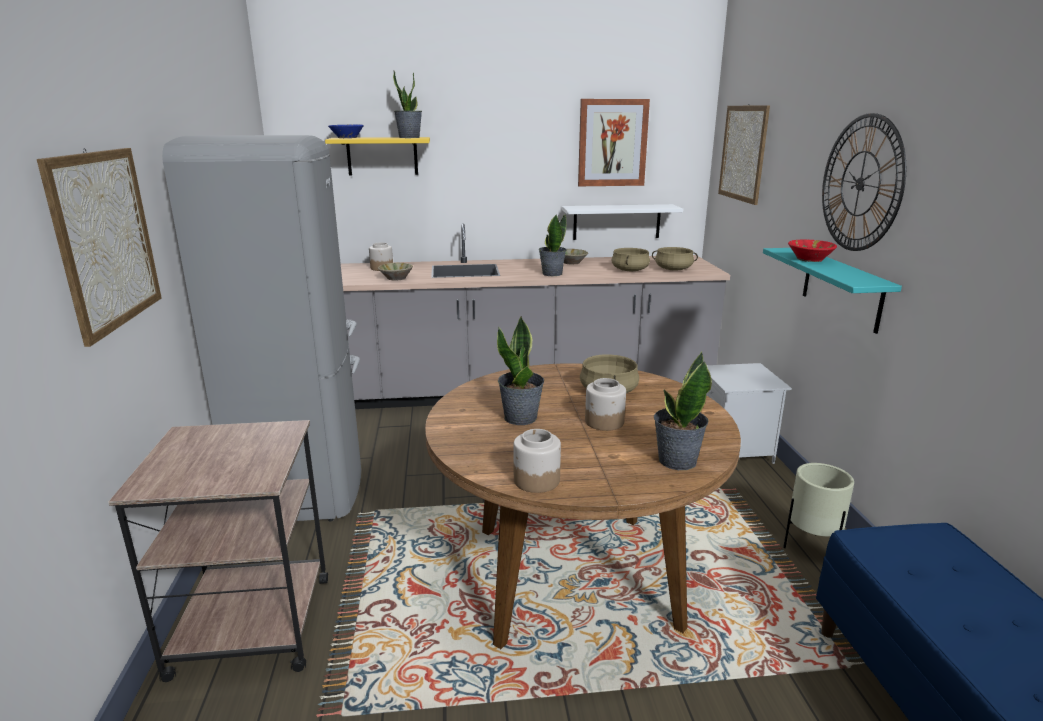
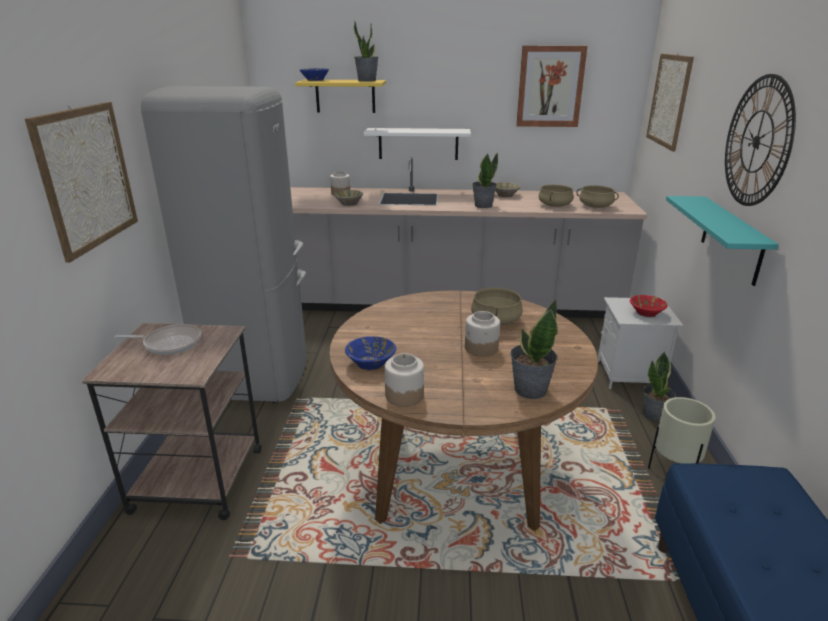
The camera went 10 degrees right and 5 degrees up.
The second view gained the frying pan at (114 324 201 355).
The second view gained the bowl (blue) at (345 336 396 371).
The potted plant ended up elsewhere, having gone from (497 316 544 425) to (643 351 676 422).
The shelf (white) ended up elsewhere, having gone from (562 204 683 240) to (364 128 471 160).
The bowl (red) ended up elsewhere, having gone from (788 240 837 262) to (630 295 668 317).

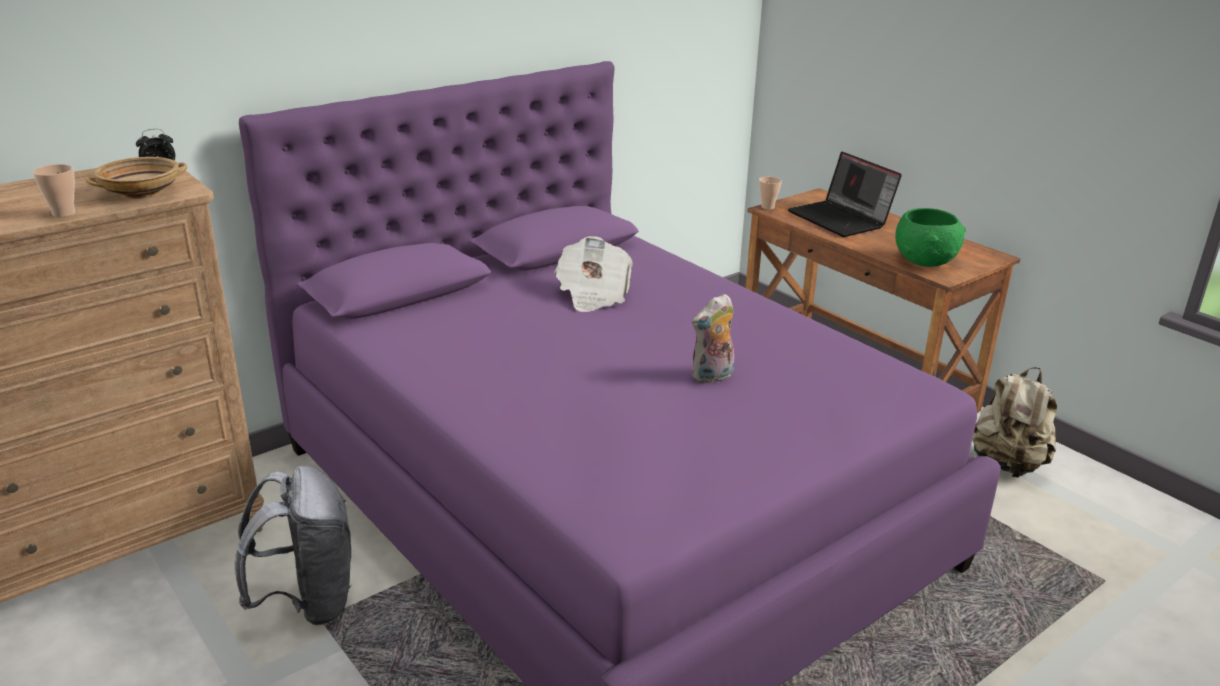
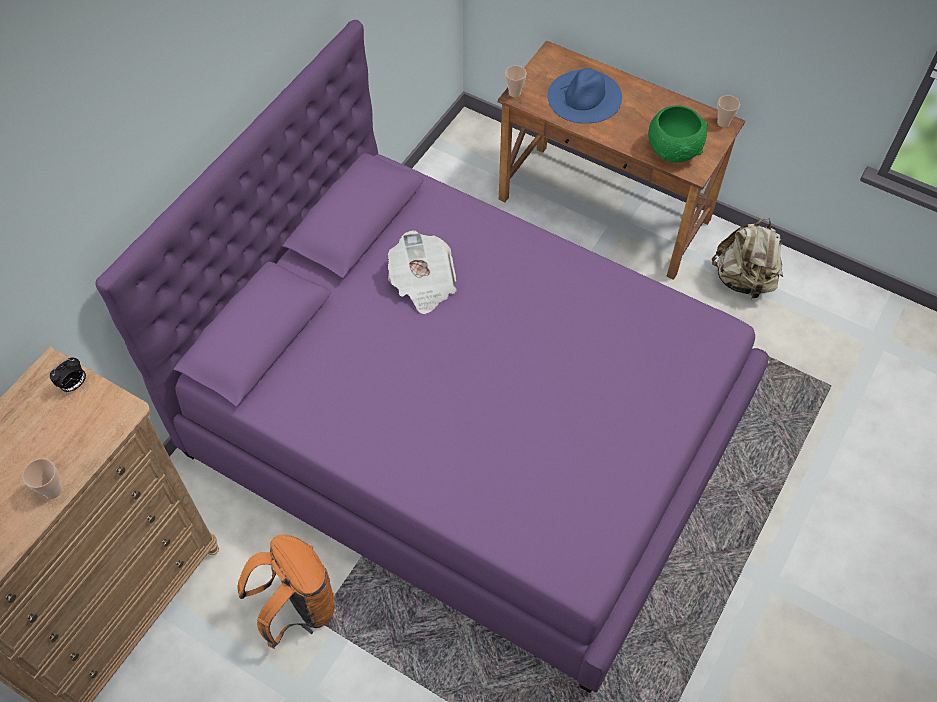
The camera went 20 degrees left and 30 degrees up.
The second view lost the bowl (beige) at (86 157 187 199).
The second view lost the plush toy at (692 294 734 384).
The second view gained the cup at (717 95 740 127).
Where the laptop stood at (788 152 902 237), the hat (blue) came to stand at (547 68 622 123).
What was the backpack (grey) at (235 466 352 625) turned into the backpack (orange) at (237 535 335 649).

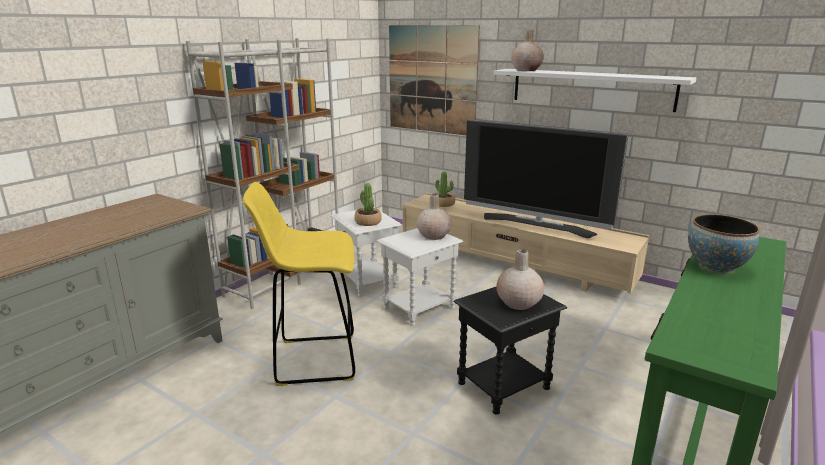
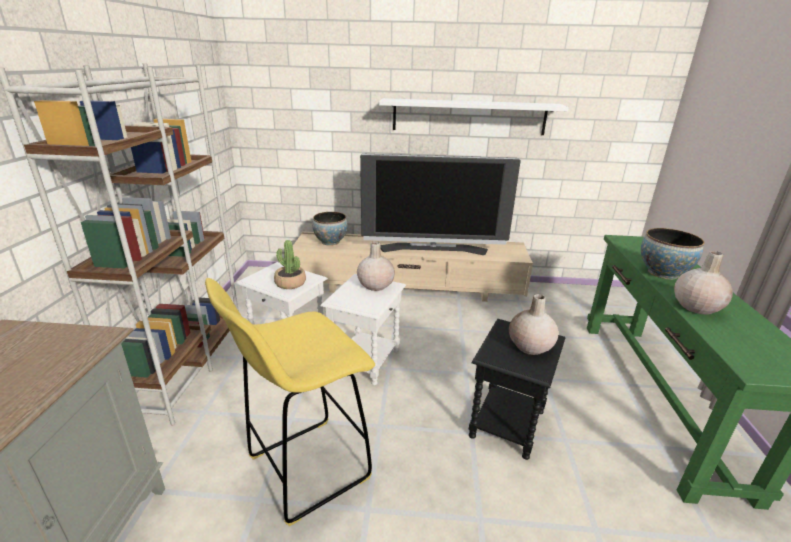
The camera went 30 degrees left and 5 degrees up.
The second view lost the picture at (389 25 480 135).
The vase (beige) ended up elsewhere, having gone from (511 29 544 71) to (674 251 733 315).
Where the potted plant stood at (435 171 455 207), the bowl came to stand at (312 212 348 245).

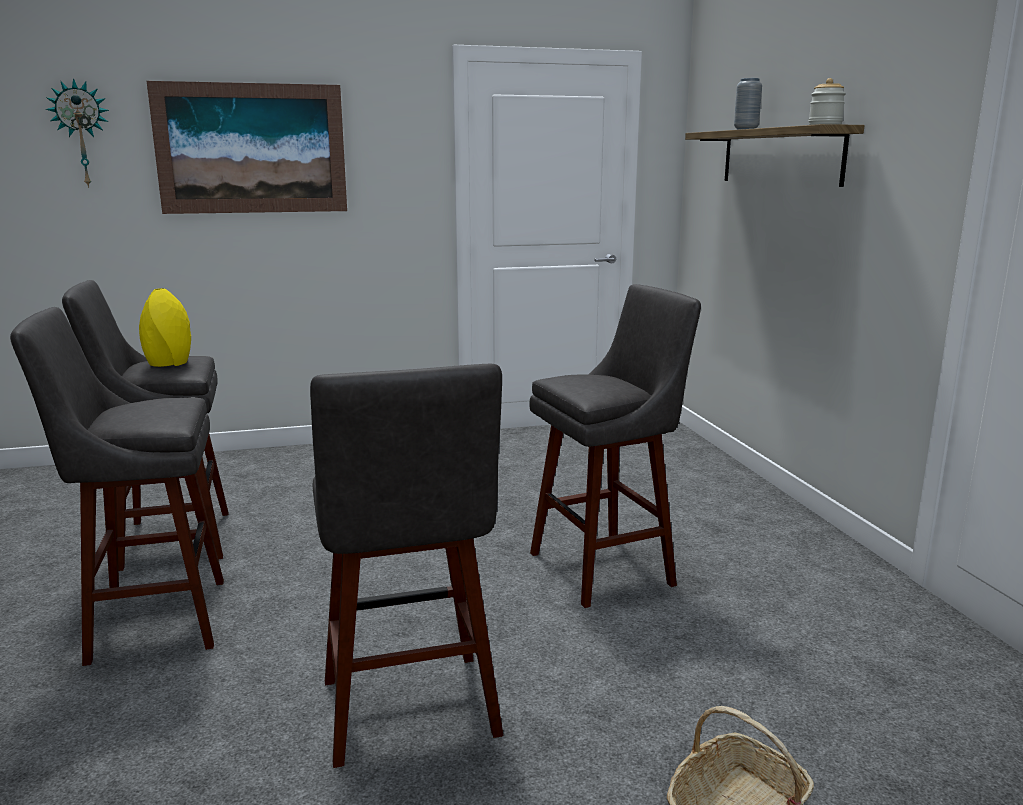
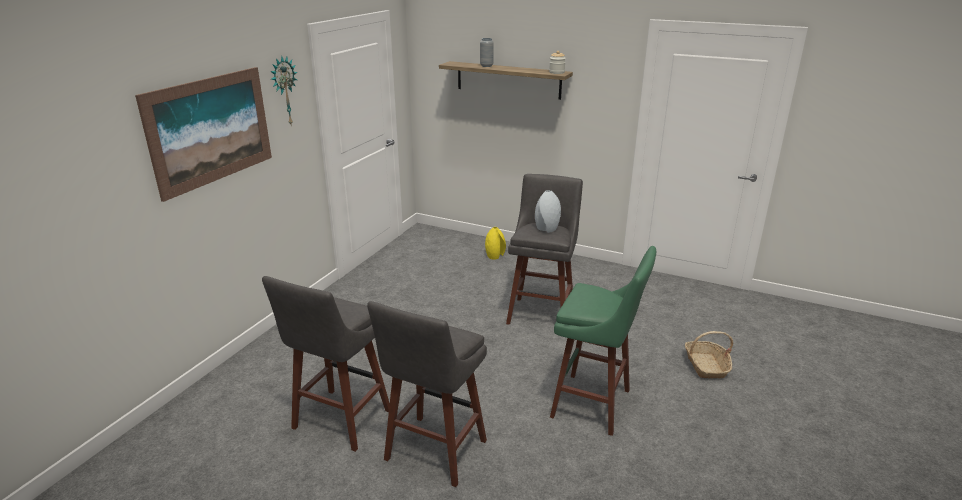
The camera went 50 degrees left and 10 degrees up.
The second view gained the vase (grey) at (535 190 561 233).
The wall clock ended up elsewhere, having gone from (46 78 109 188) to (270 56 298 124).
The vase (yellow) ended up elsewhere, having gone from (139 288 191 367) to (485 227 506 260).
What was the stool (grey) at (310 364 503 768) turned into the stool (green) at (550 246 656 436).

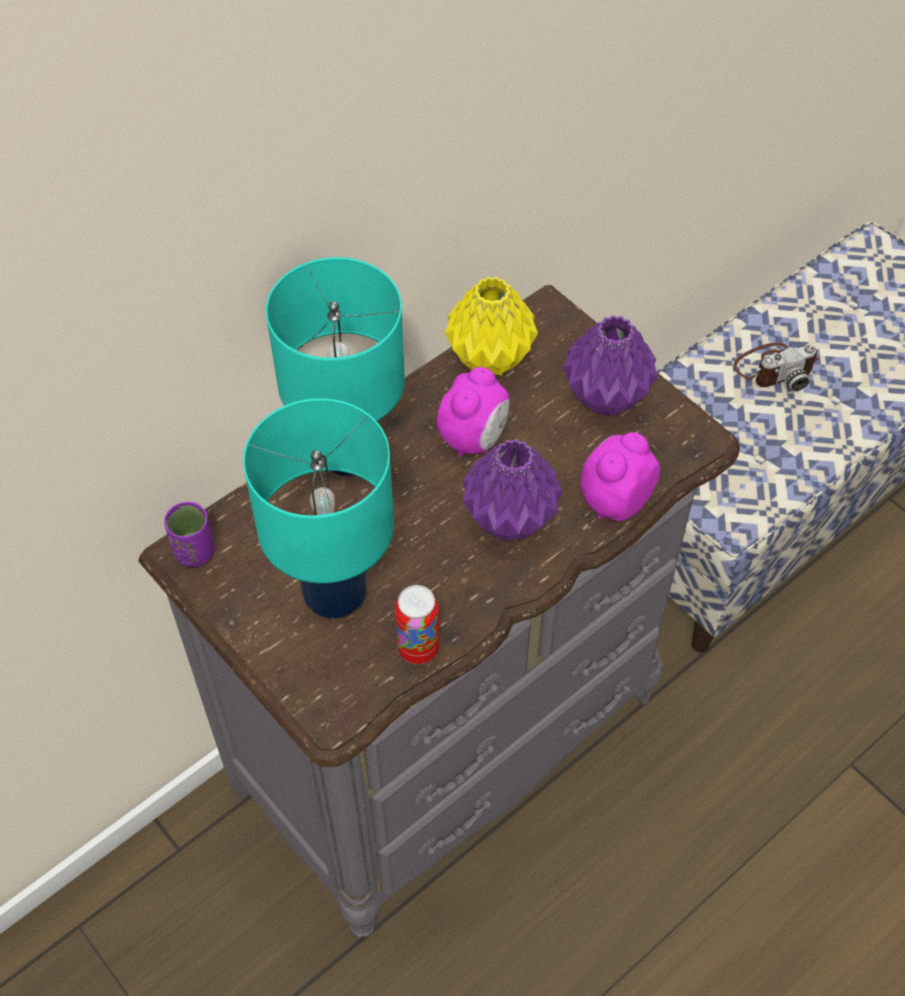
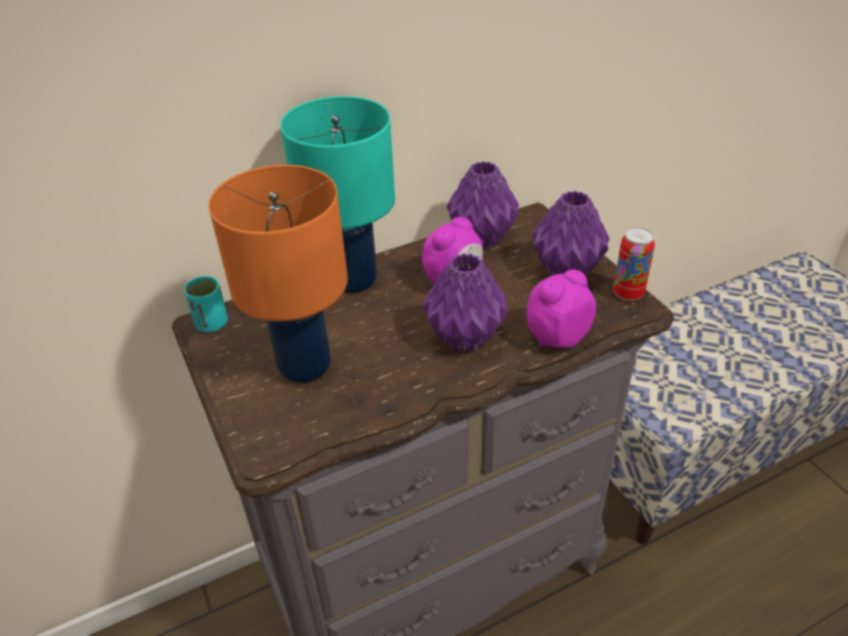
The camera went 15 degrees right and 15 degrees down.
The second view lost the photo camera at (733 342 819 391).
The can ended up elsewhere, having gone from (395 585 439 665) to (613 227 655 301).
What was the cup (purple) at (164 502 215 567) turned into the cup (turquoise) at (184 276 228 332).
What was the table lamp (turquoise) at (243 398 394 619) turned into the table lamp (orange) at (209 165 348 383).
What was the vase (yellow) at (445 277 538 376) turned into the vase (purple) at (447 161 519 248).

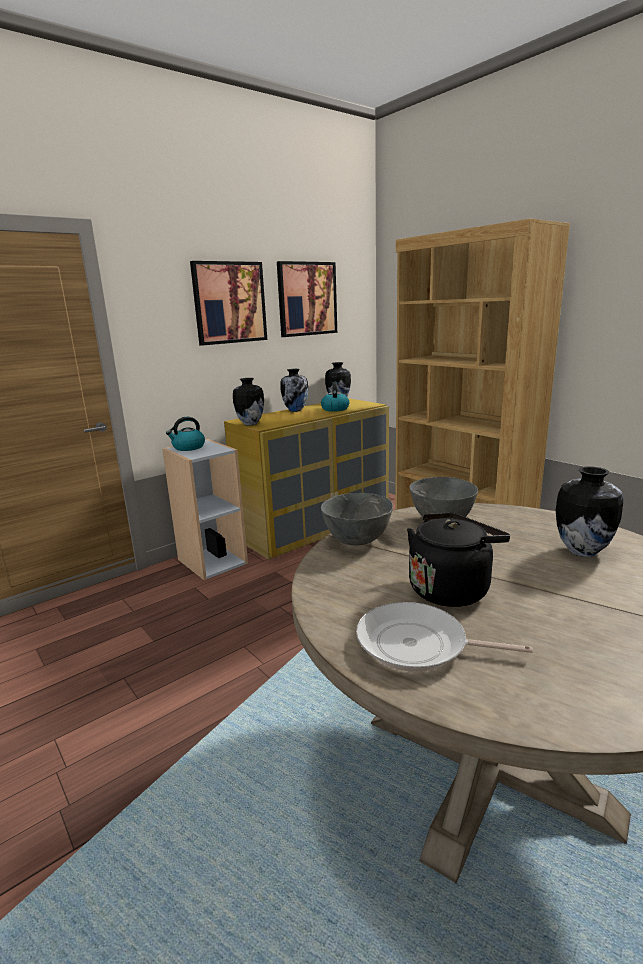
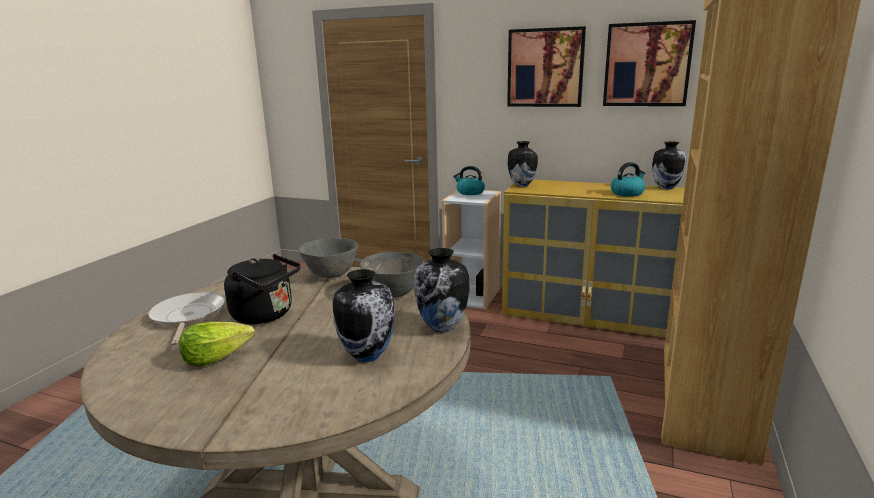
The camera went 60 degrees right and 0 degrees up.
The second view gained the lettuce at (179 322 255 367).
The vase ended up elsewhere, having gone from (280 369 308 412) to (414 248 470 332).

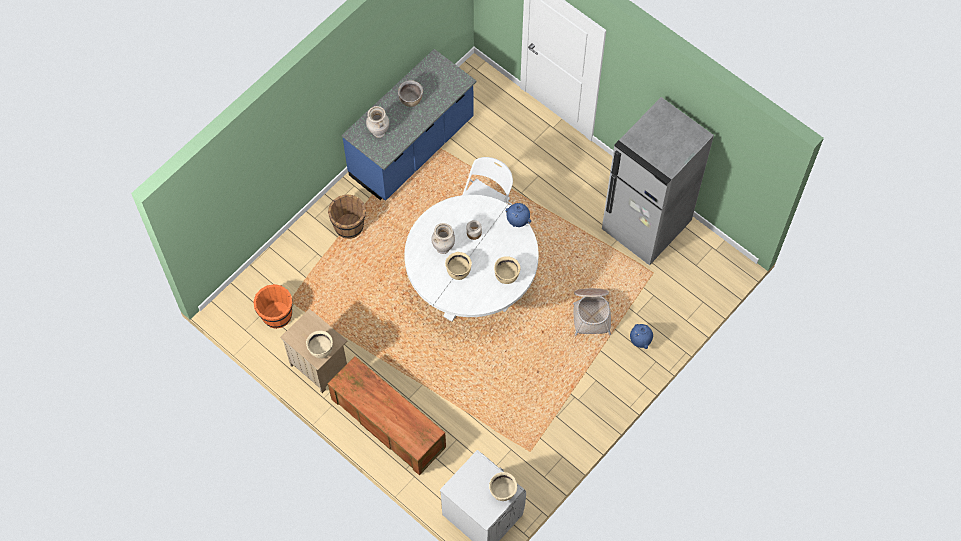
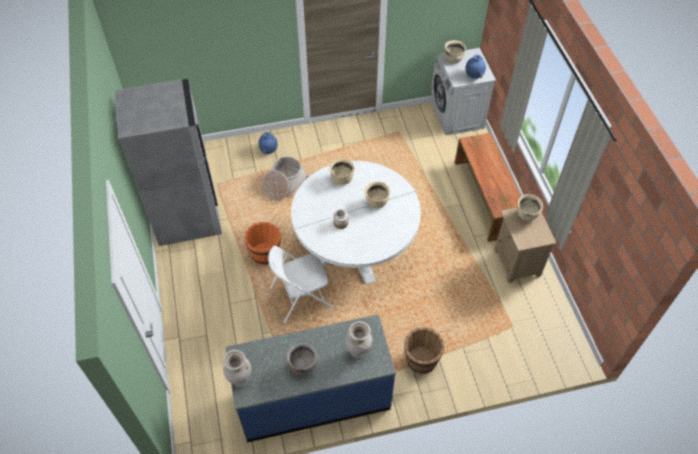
The camera went 145 degrees left and 10 degrees down.
The bucket (orange) ended up elsewhere, having gone from (253 284 293 329) to (244 222 281 265).
The vase (beige) ended up elsewhere, having gone from (431 223 455 254) to (223 350 251 387).
The vase (blue) ended up elsewhere, having gone from (505 203 531 227) to (465 55 486 79).

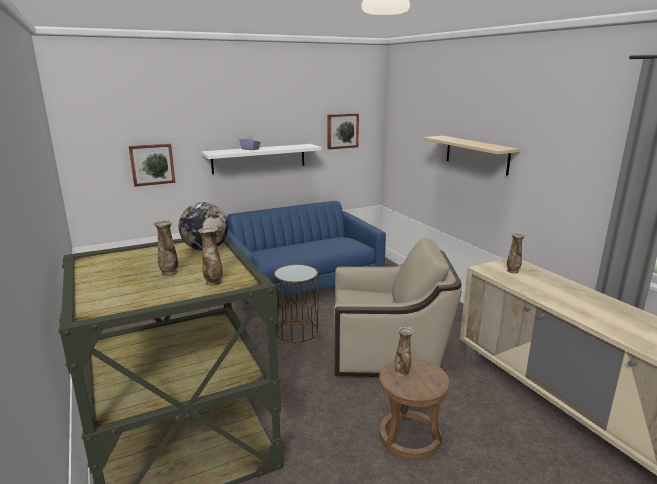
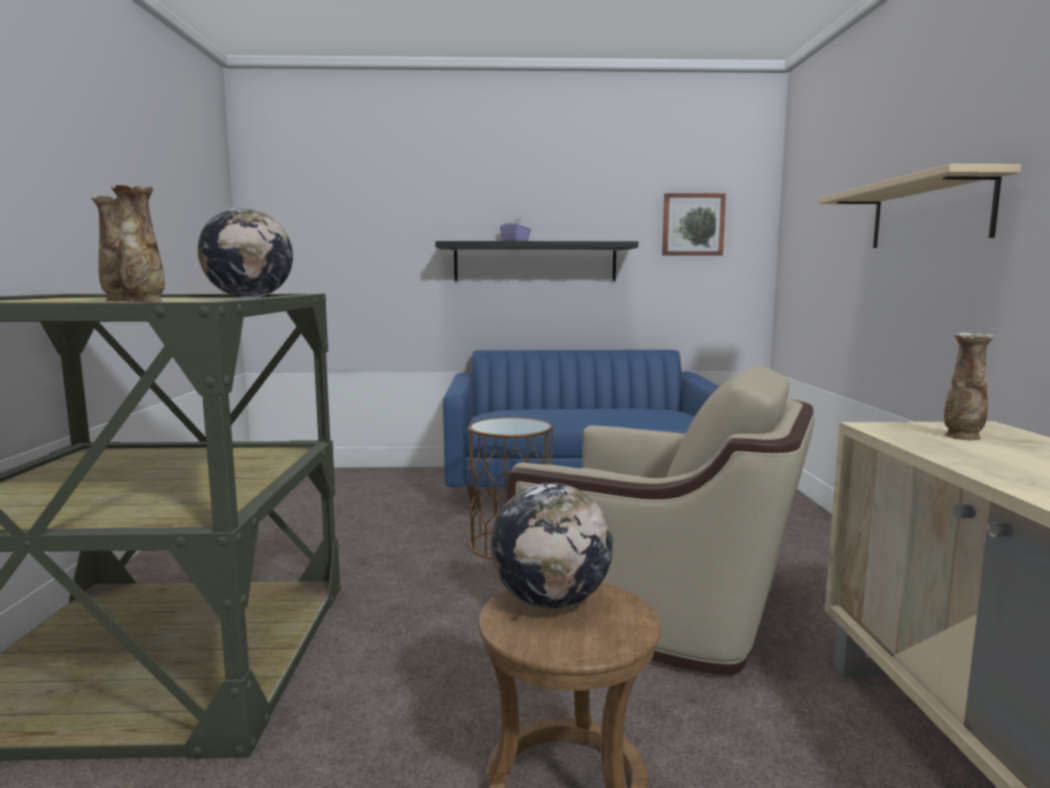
The camera went 25 degrees right and 10 degrees down.
The second view lost the picture at (129 143 175 187).
Where the vase stood at (394 327 414 376), the globe came to stand at (491 483 613 609).
What was the shelf (white) at (201 144 322 174) turned into the shelf (black) at (435 241 638 281).

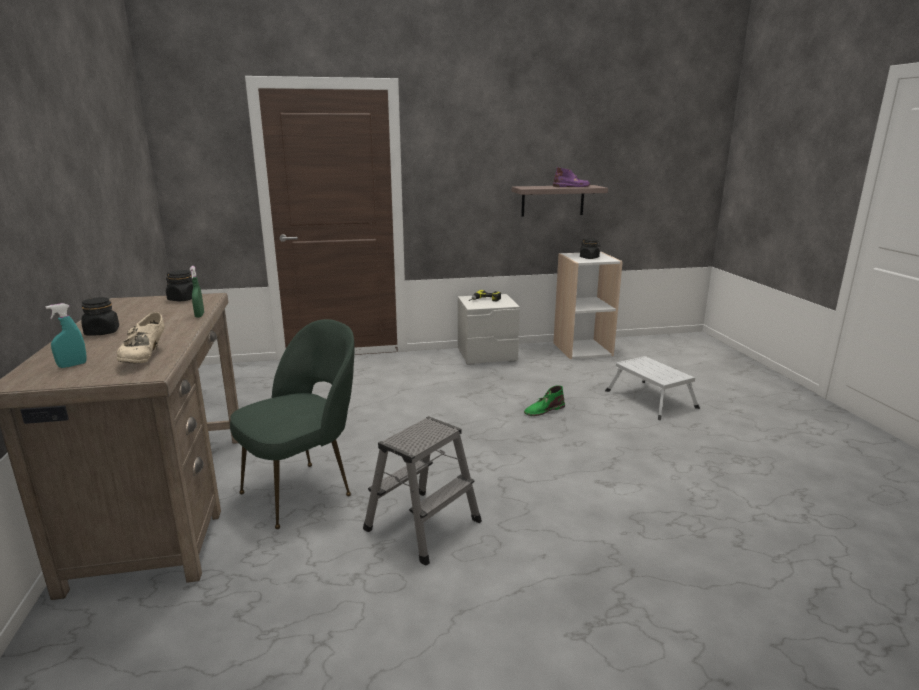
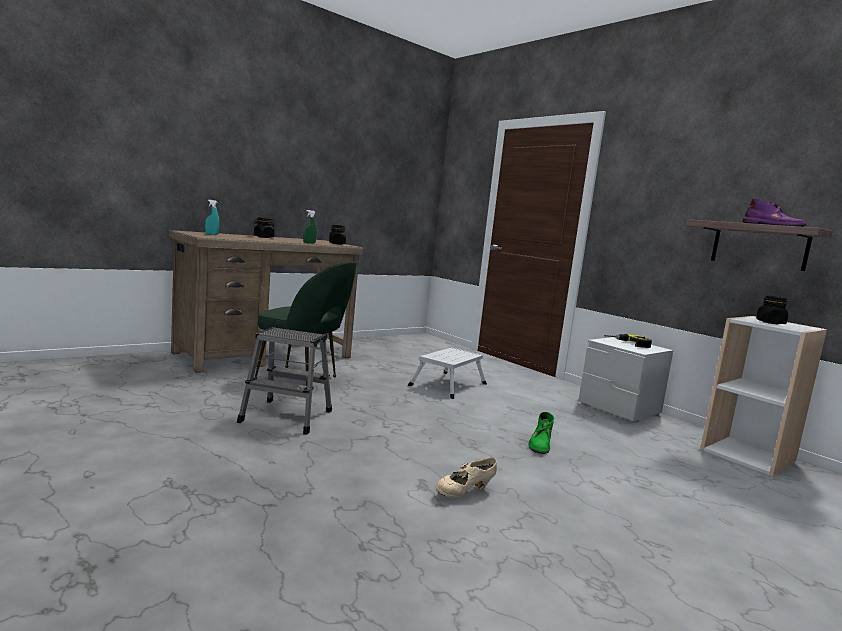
The camera went 60 degrees right and 10 degrees down.
The shoe (beige) ended up elsewhere, having gone from (117 312 165 363) to (435 457 497 498).
The step ladder (white) ended up elsewhere, having gone from (605 356 700 420) to (408 347 487 399).
The boot (green) at (524 385 565 416) ended up facing another way, 105 degrees counterclockwise from before.

